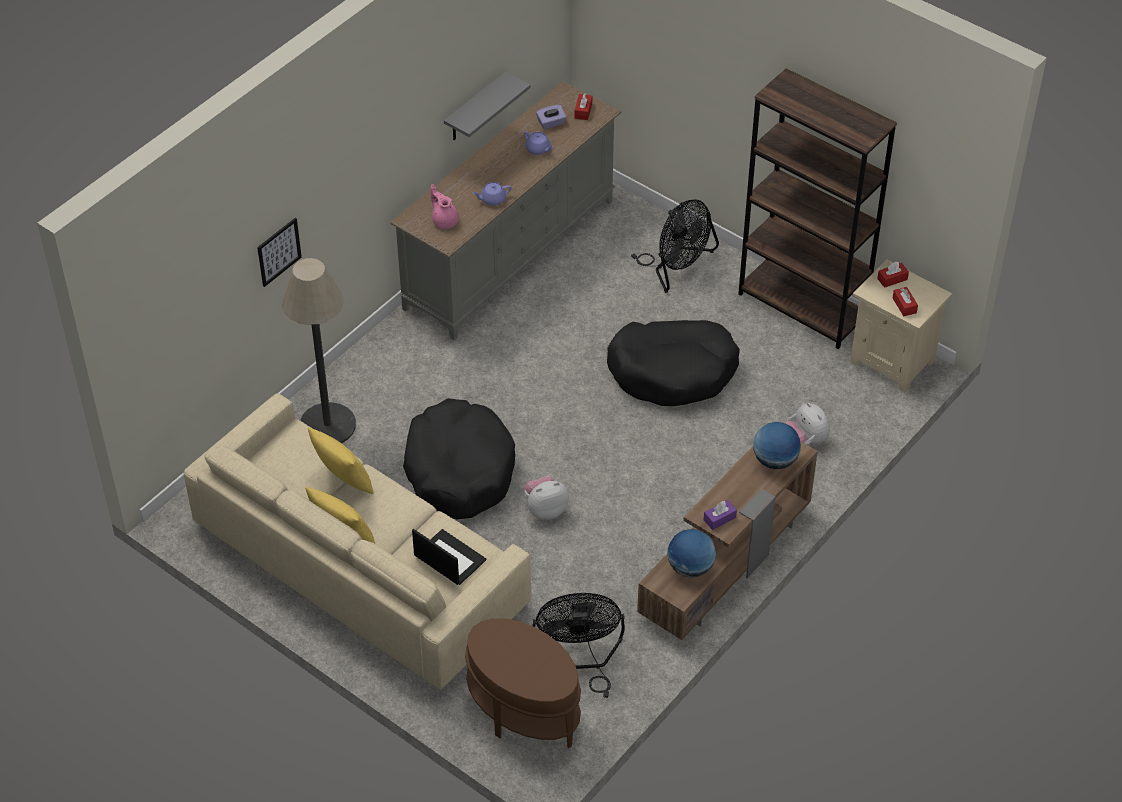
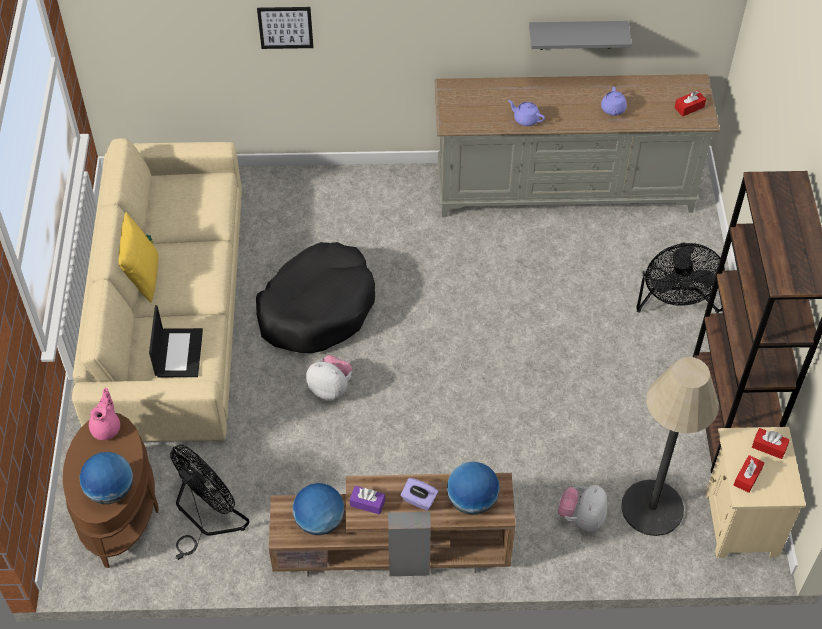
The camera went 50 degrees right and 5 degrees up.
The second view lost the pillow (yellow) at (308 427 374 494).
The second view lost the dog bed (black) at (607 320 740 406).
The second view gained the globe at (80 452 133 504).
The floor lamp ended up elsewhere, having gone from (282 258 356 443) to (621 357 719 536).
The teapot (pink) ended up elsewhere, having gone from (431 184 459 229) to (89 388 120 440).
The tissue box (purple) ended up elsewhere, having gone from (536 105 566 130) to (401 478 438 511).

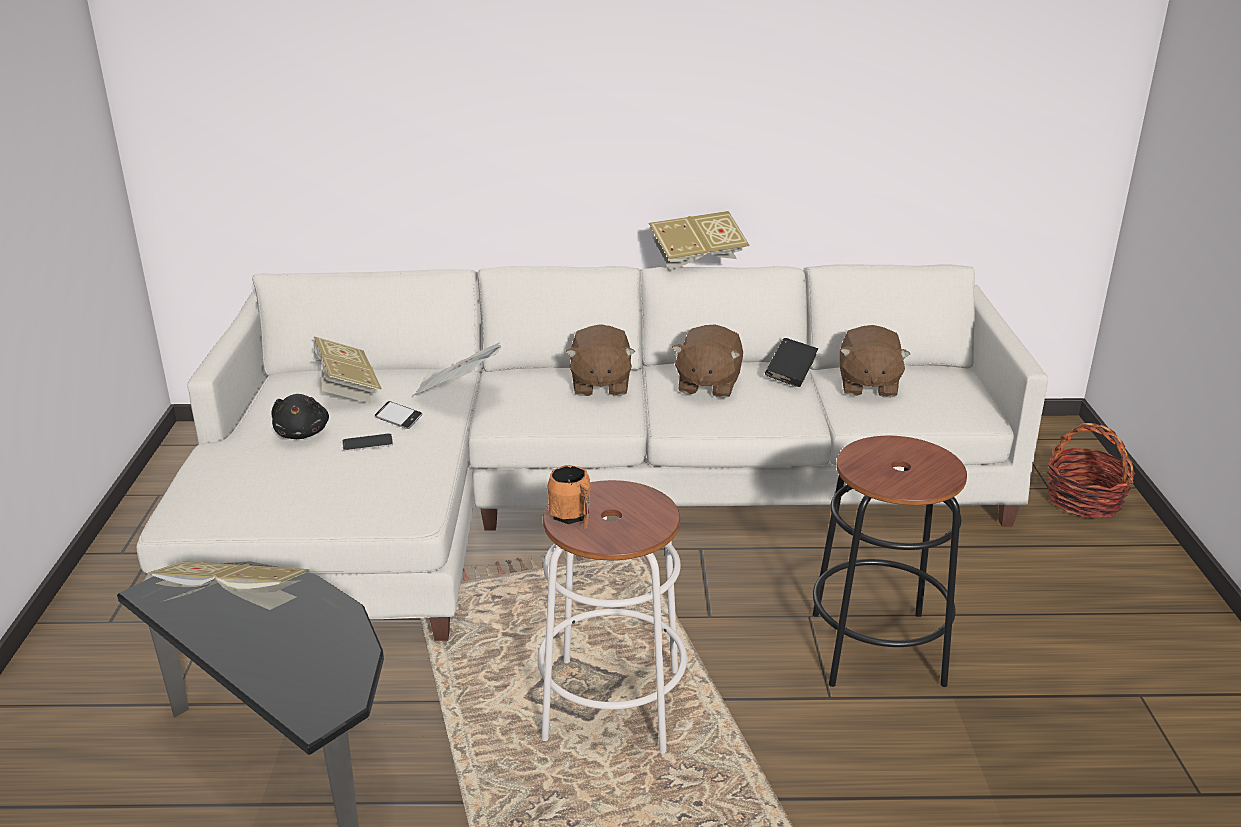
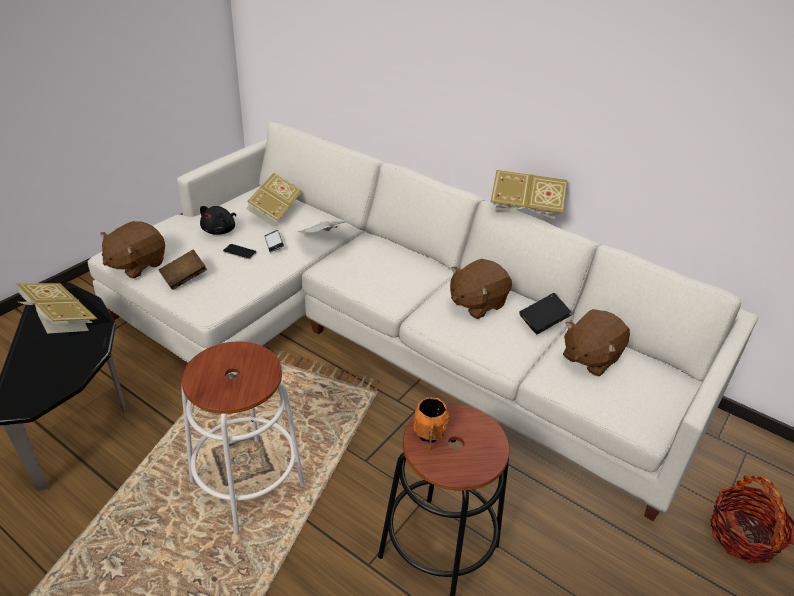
The camera went 35 degrees right and 10 degrees up.
The second view gained the book (brown) at (159 250 207 290).
The mug (orange) ended up elsewhere, having gone from (547 465 591 529) to (413 397 449 451).
The plush toy (brown) ended up elsewhere, having gone from (566 324 635 396) to (100 221 165 278).

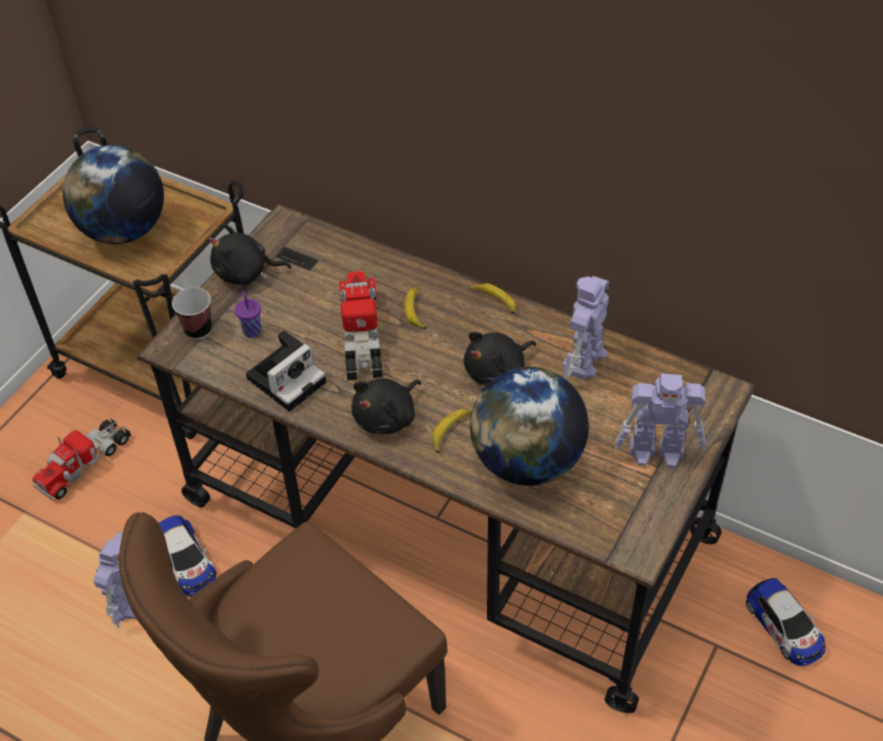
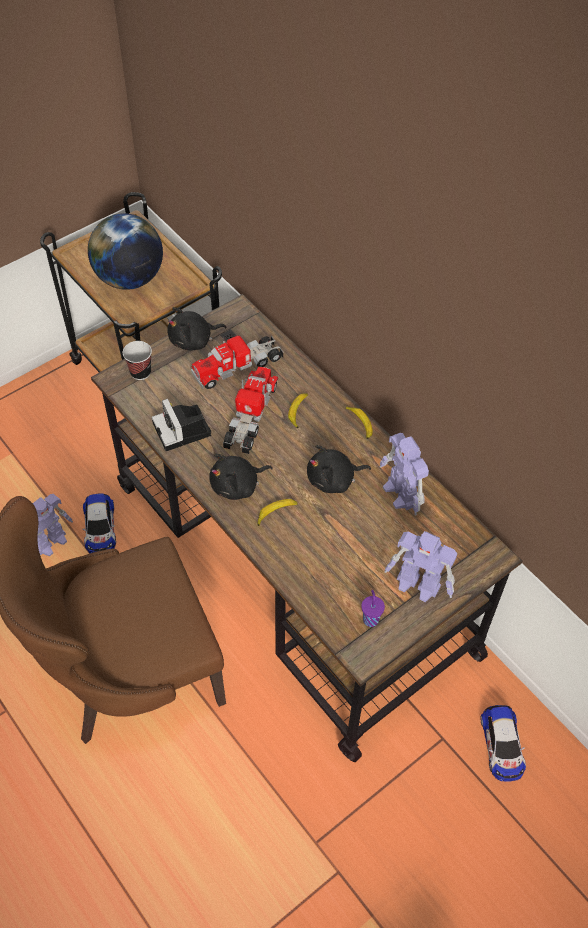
The camera went 20 degrees right and 5 degrees up.
The second view lost the globe at (470 367 589 486).
The toy truck ended up elsewhere, having gone from (32 417 131 502) to (191 336 283 389).
The cup (purple) ended up elsewhere, having gone from (235 291 261 338) to (361 590 385 627).
The plush toy (black) at (209 223 291 285) ended up facing another way, 45 degrees counterclockwise from before.
The photo camera at (246 330 326 412) ended up facing another way, 90 degrees clockwise from before.
The toy robot at (562 276 609 380) ended up facing another way, 75 degrees counterclockwise from before.

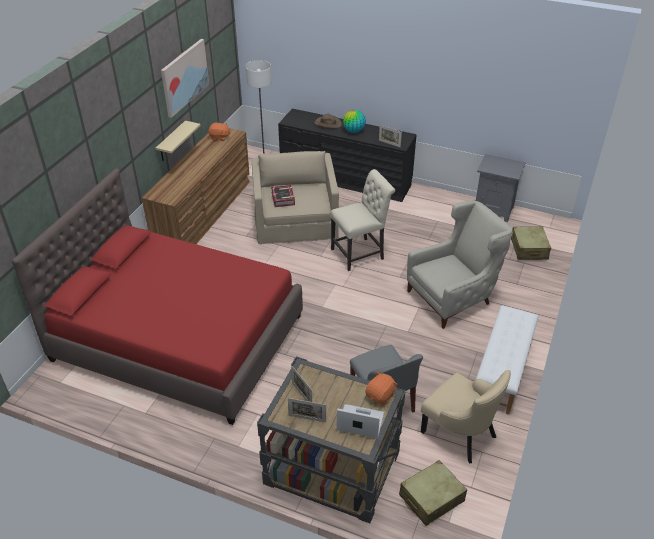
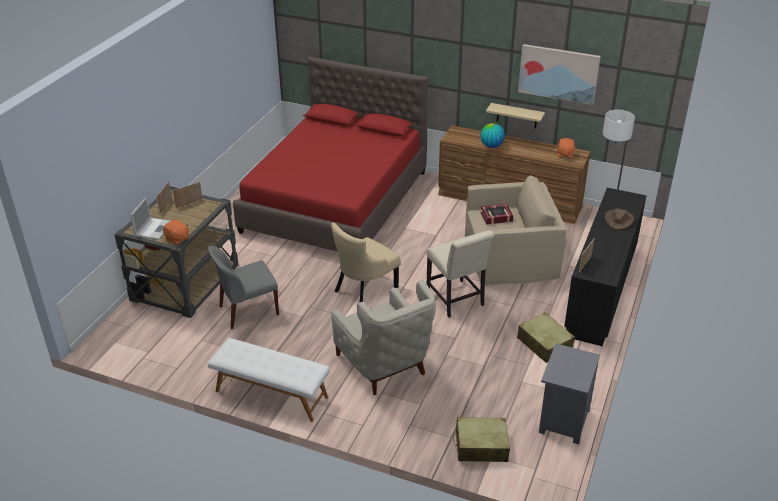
The camera went 90 degrees right and 5 degrees down.
The globe ended up elsewhere, having gone from (343 110 366 133) to (480 123 505 148).
The suitcase (beige) ended up elsewhere, having gone from (399 460 467 526) to (517 313 575 363).
The chair (beige) ended up elsewhere, having gone from (420 370 511 464) to (331 223 401 302).

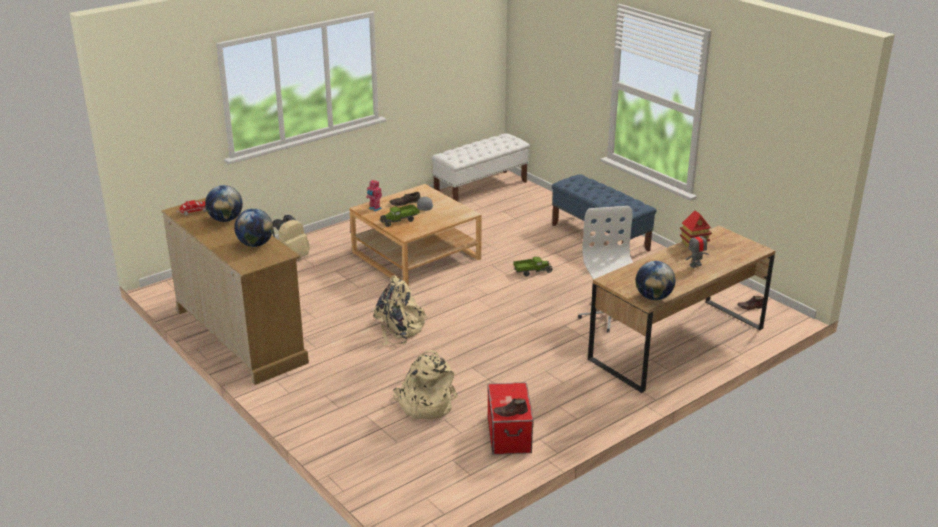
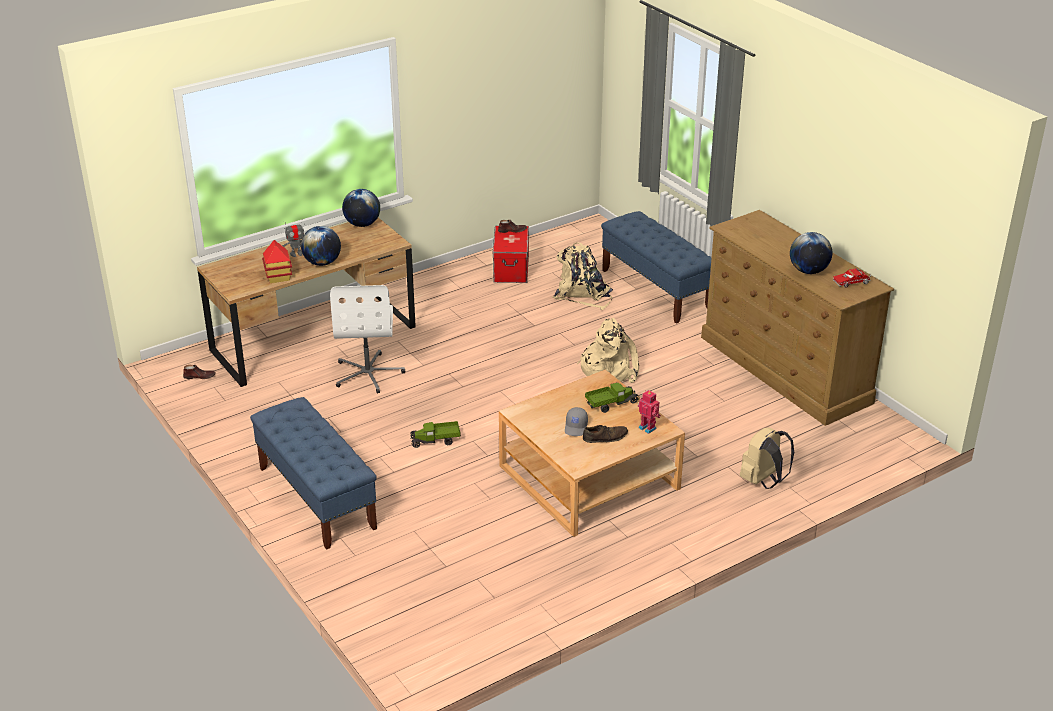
The camera went 175 degrees left and 5 degrees up.
The second view lost the bench (white) at (431 133 530 201).
The second view gained the bench (blue) at (601 211 712 324).
The globe ended up elsewhere, having gone from (234 208 273 247) to (301 226 341 266).

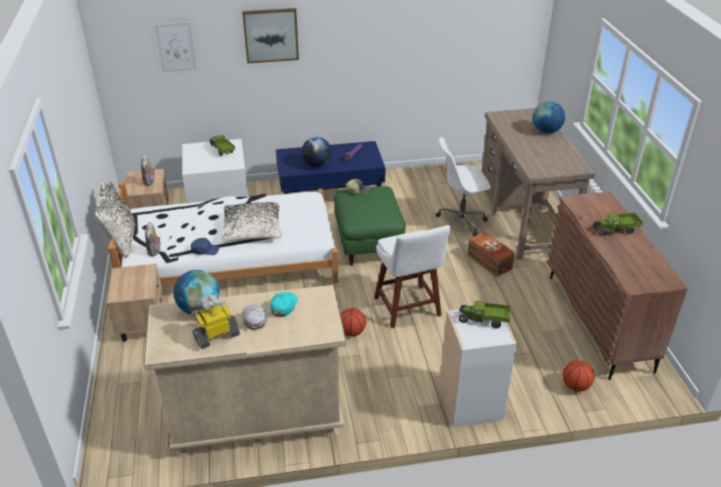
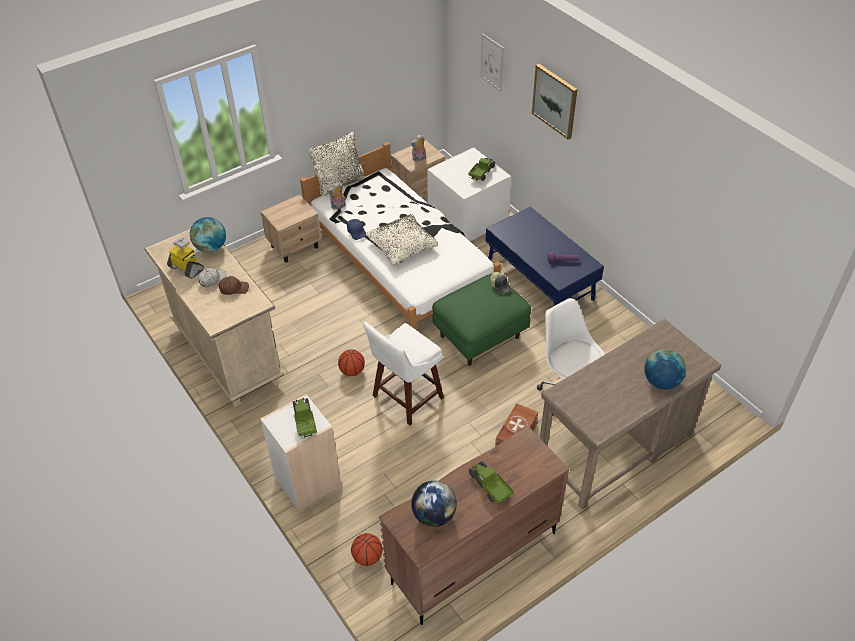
The camera went 65 degrees right and 10 degrees up.
The globe ended up elsewhere, having gone from (302 137 332 167) to (411 481 457 527).
What was the cap (turquoise) at (270 292 298 316) turned into the cap (brown) at (219 276 249 295).

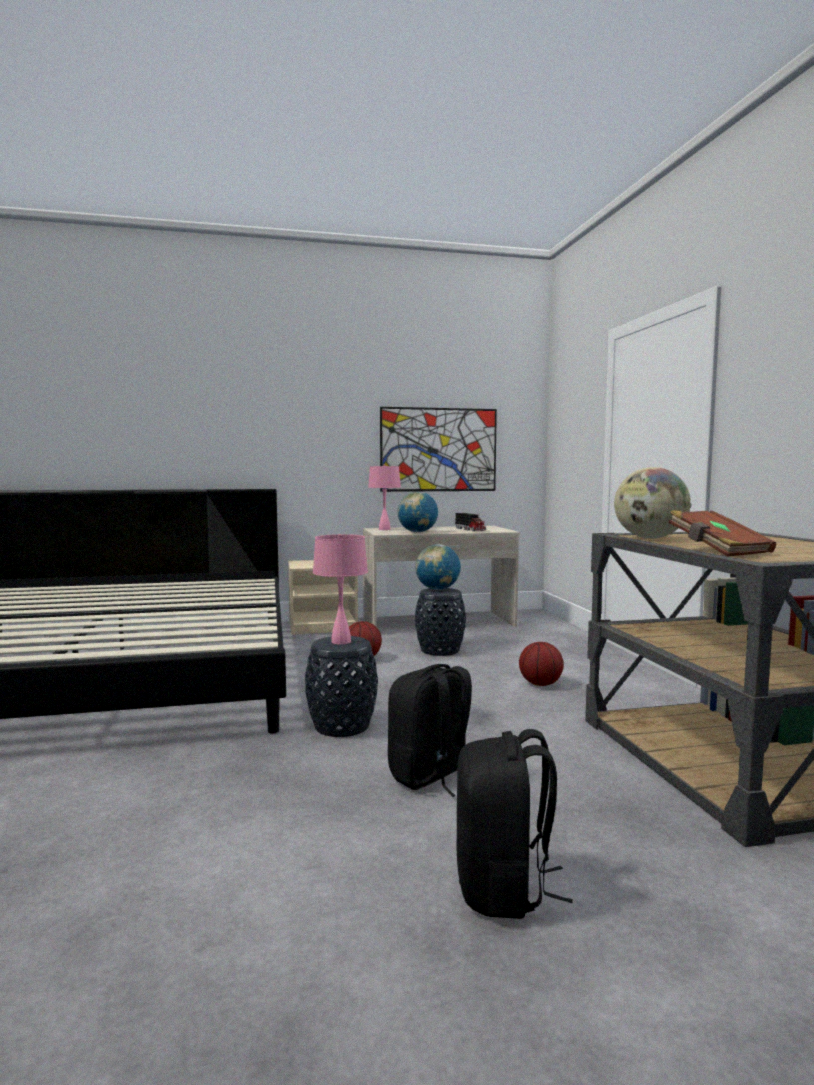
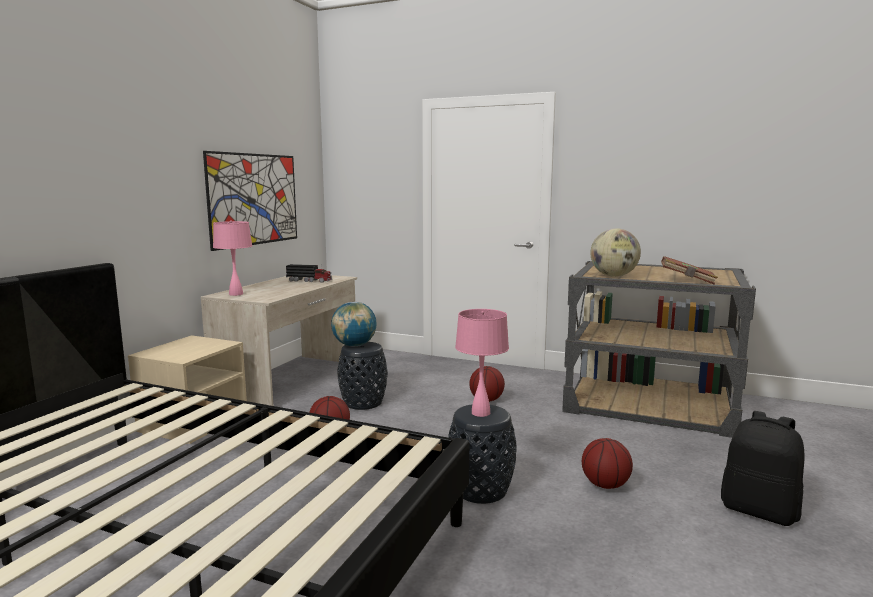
The camera went 55 degrees left and 5 degrees up.
The second view lost the globe at (398 492 438 532).
Where the backpack (black) stood at (388 664 472 797), the basketball came to stand at (582 438 633 489).

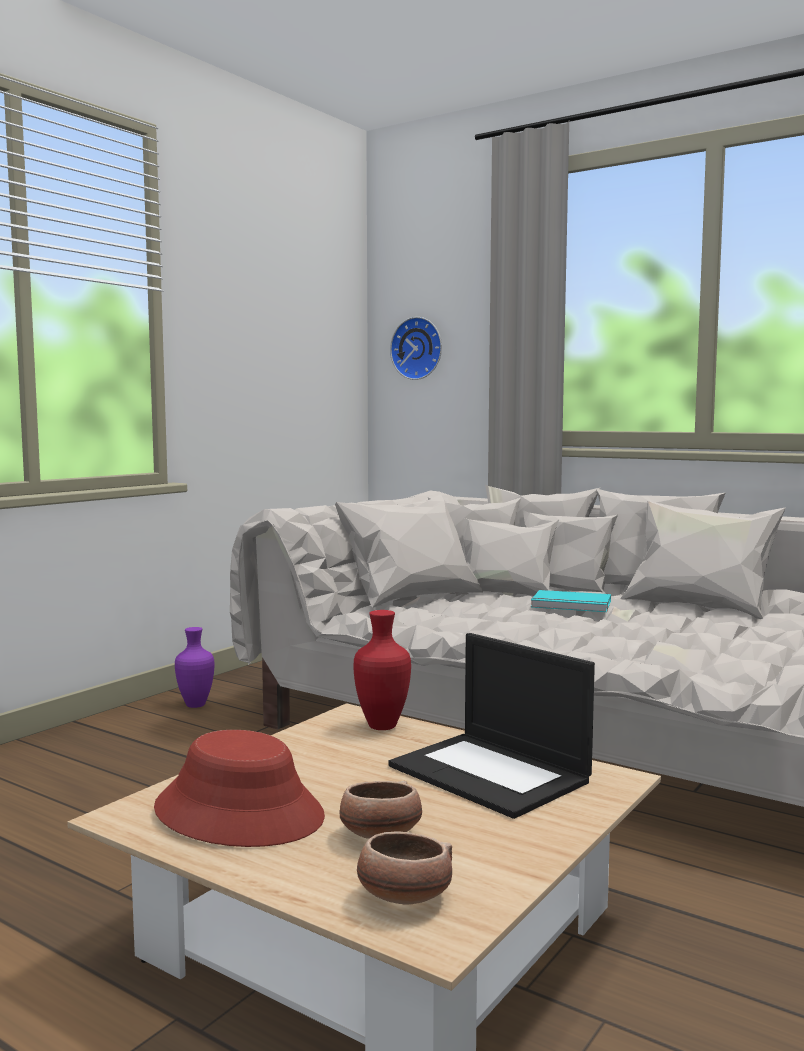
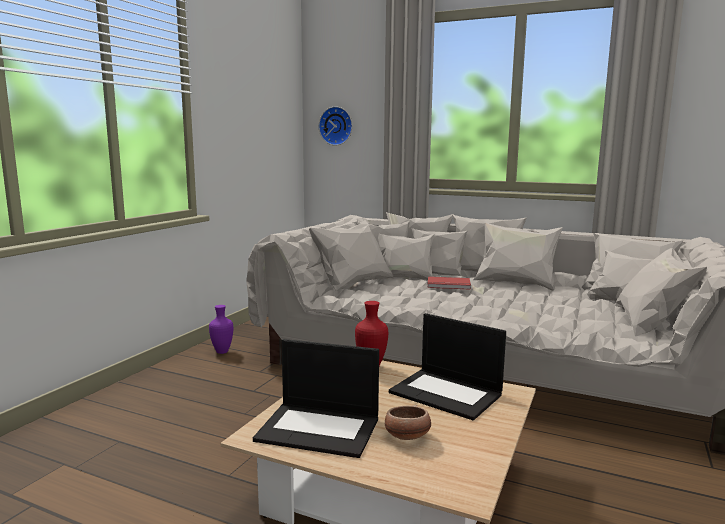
The camera went 10 degrees left and 5 degrees up.
The second view lost the bowl at (357 831 452 905).
Where the hat (red) stood at (154 730 325 847), the laptop came to stand at (253 339 379 458).
What was the book (turquoise) at (531 590 611 612) turned into the book (red) at (427 276 471 290).

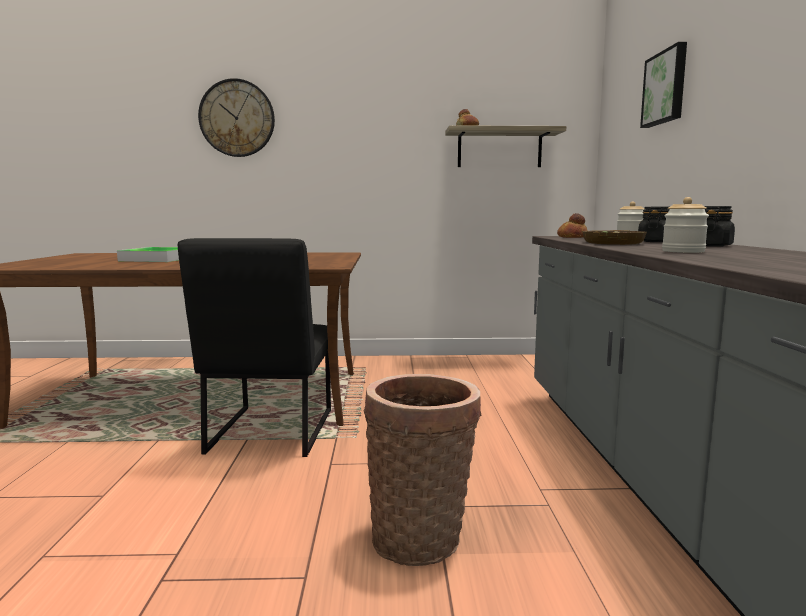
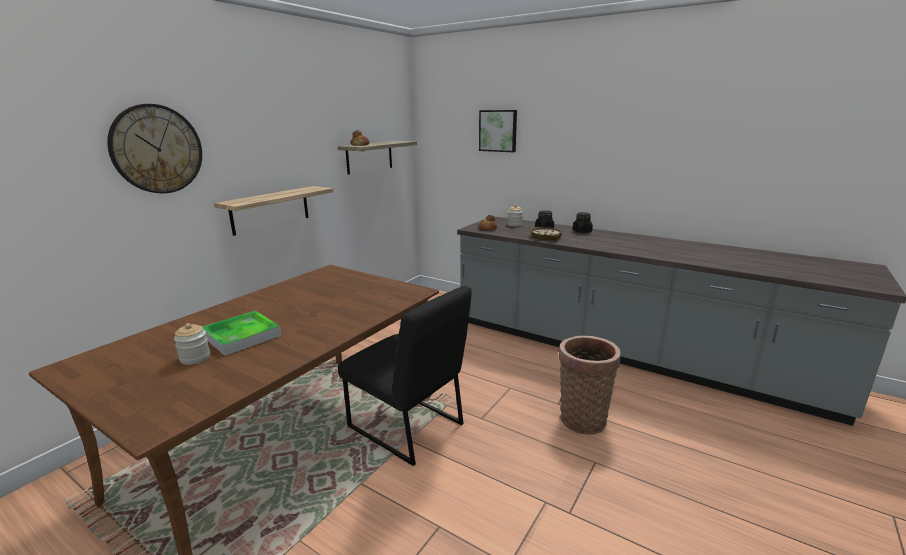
The camera went 55 degrees left and 10 degrees up.
The second view gained the shelf at (214 186 333 236).
The jar ended up elsewhere, having gone from (662 197 709 253) to (174 323 210 365).

